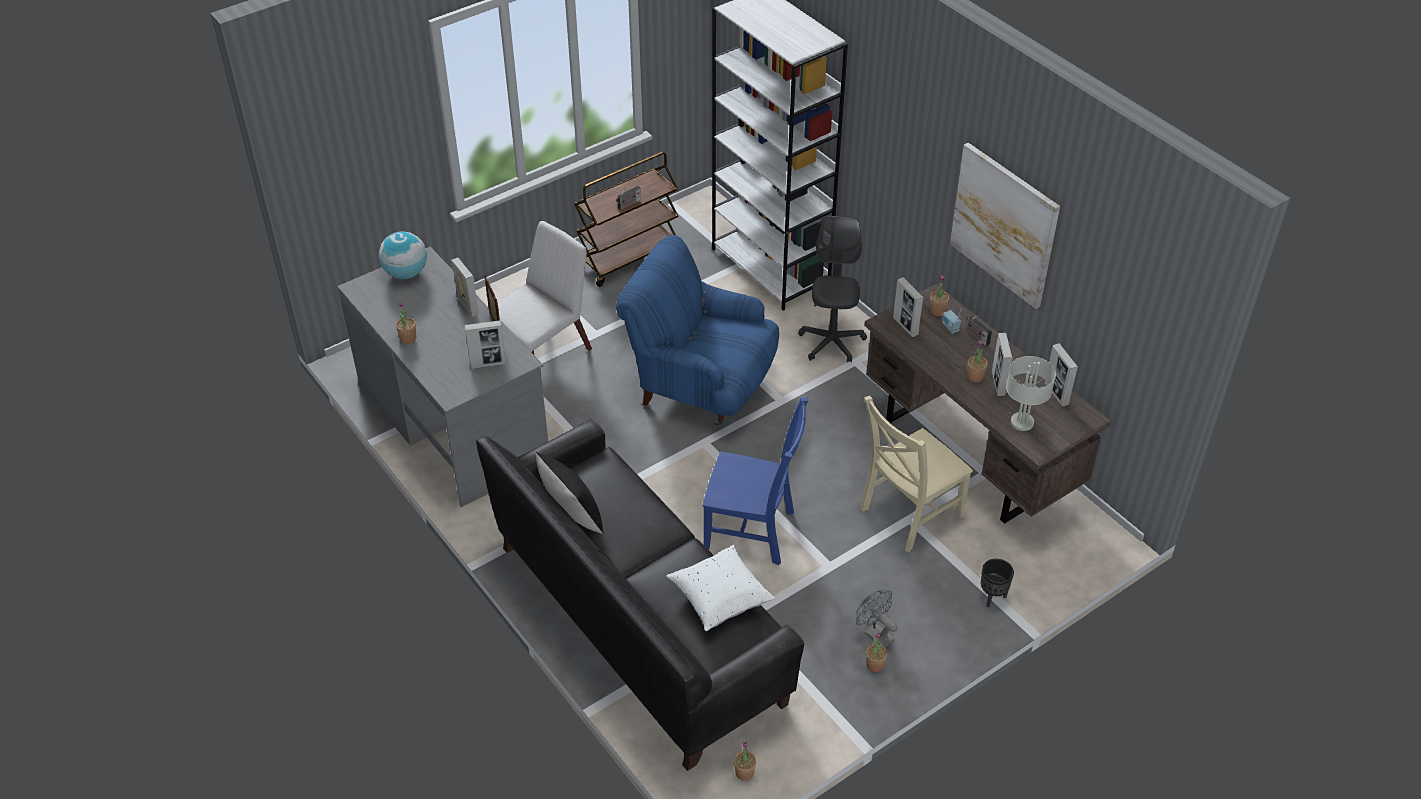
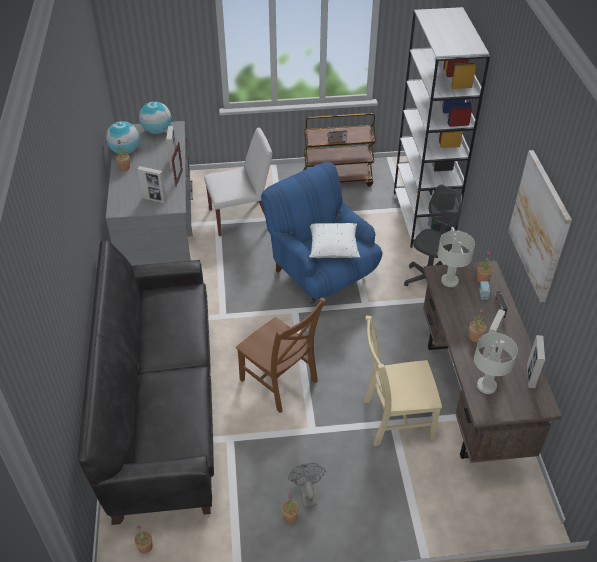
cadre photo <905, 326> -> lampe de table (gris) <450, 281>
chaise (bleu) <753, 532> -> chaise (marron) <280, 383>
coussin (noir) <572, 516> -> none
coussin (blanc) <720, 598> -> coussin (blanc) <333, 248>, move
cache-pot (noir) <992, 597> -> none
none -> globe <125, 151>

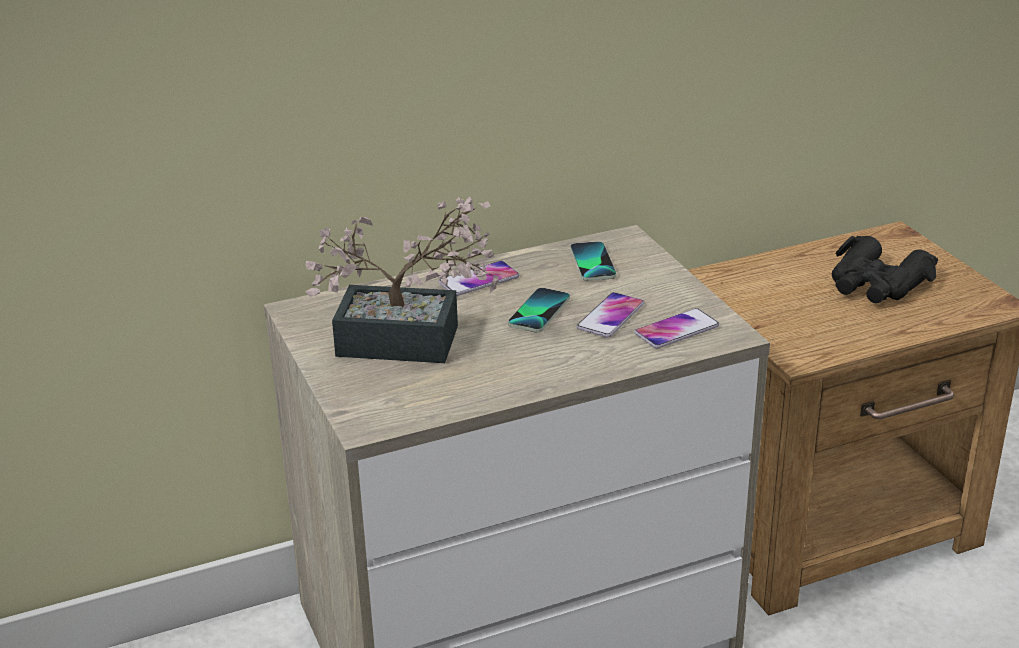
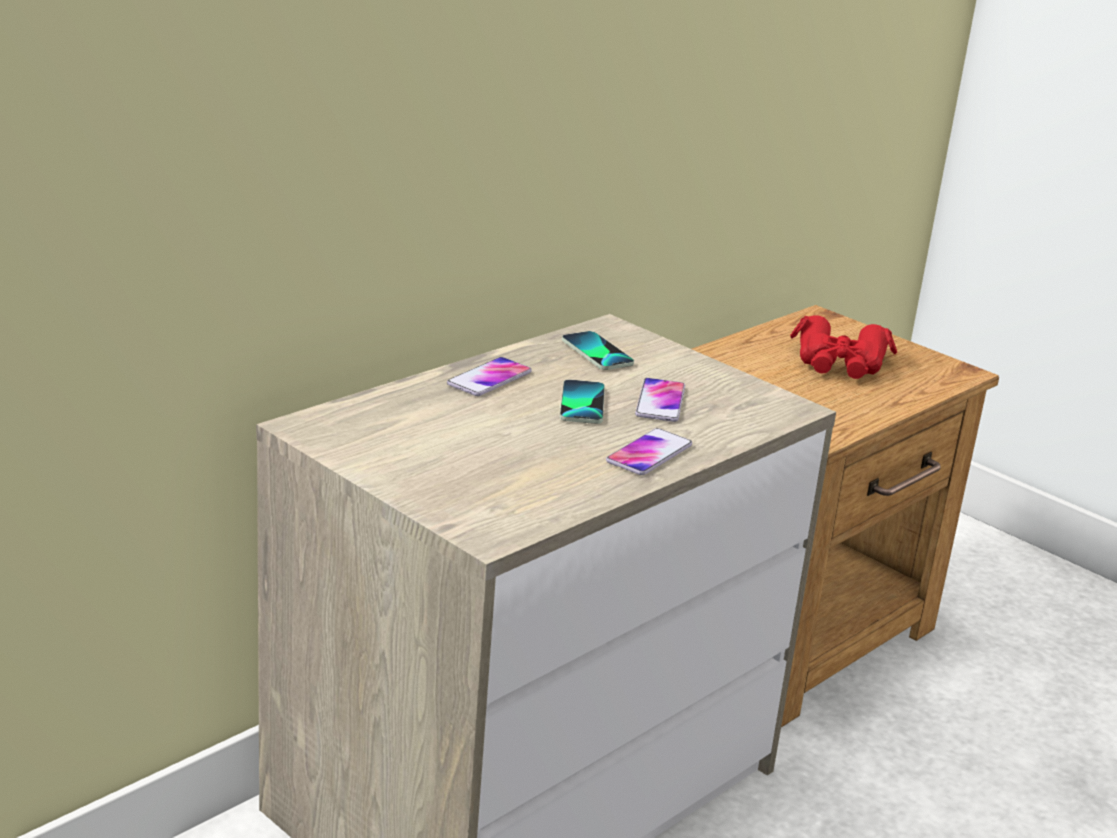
plante en pot <412, 342> -> none
jumelles (noir) <876, 284> -> jumelles (rouge) <840, 363>
téléphone <676, 330> -> téléphone <649, 453>, move

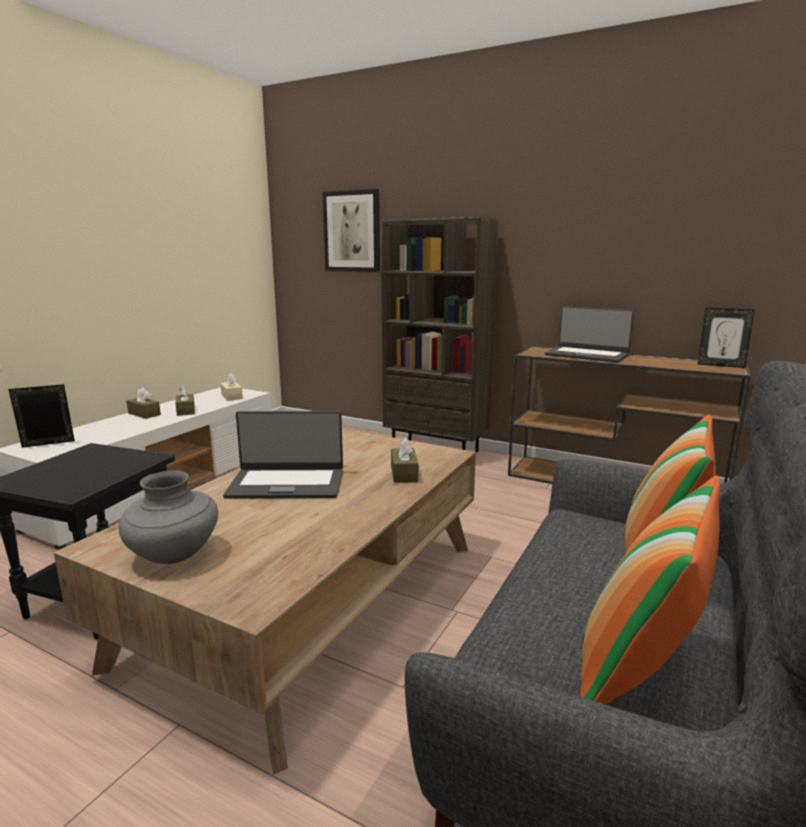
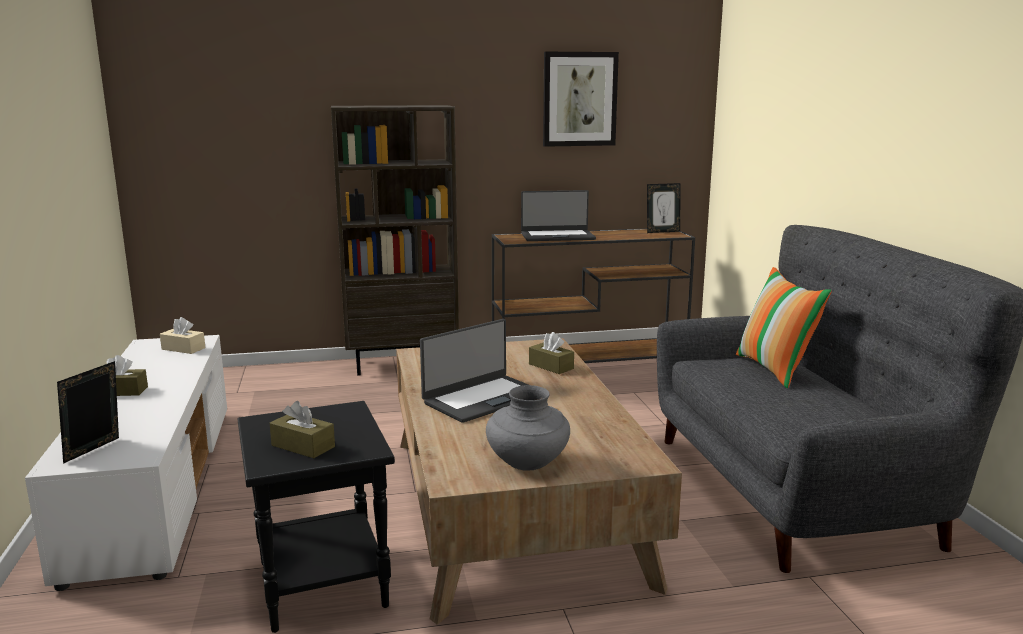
tableau <352, 231> -> tableau <579, 99>, move
boîte à mouchoirs (marron) <186, 411> -> boîte à mouchoirs (marron) <303, 446>, move
coussin <640, 671> -> none

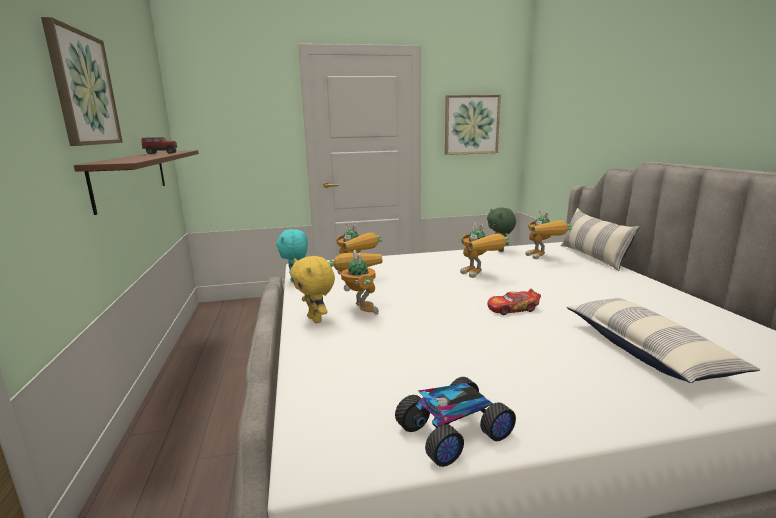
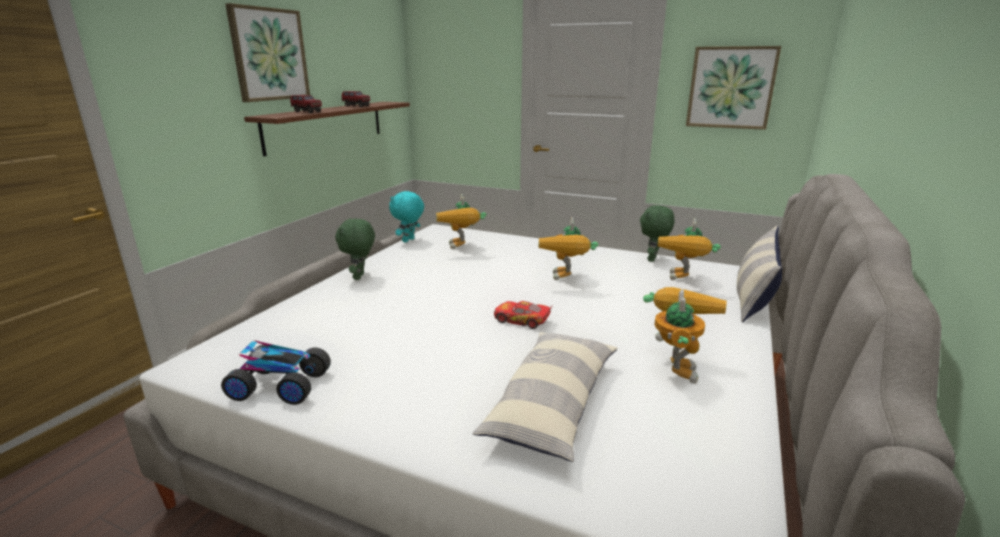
robot jouet <359, 308> -> robot jouet <675, 364>, move
peluche (jaune) <316, 319> -> peluche (vert) <360, 277>
none -> camion jouet <307, 112>

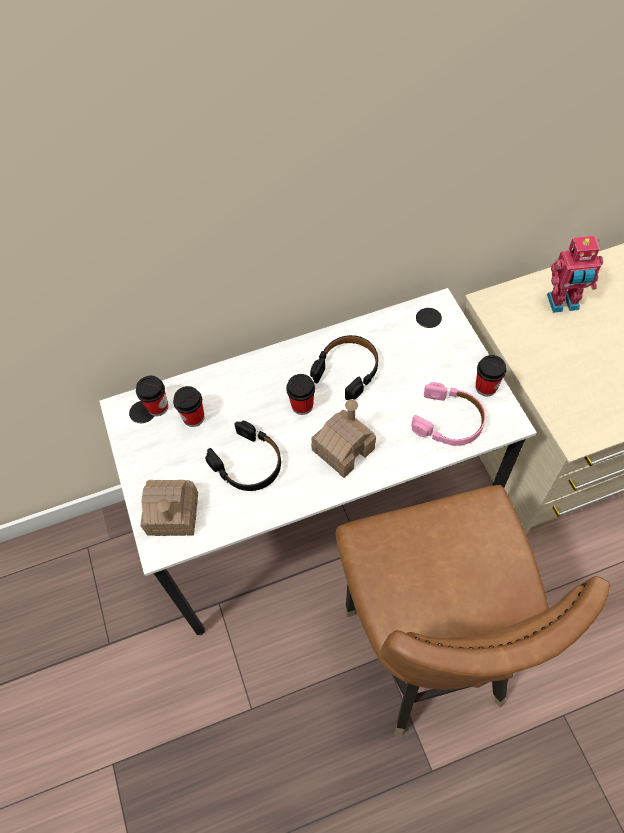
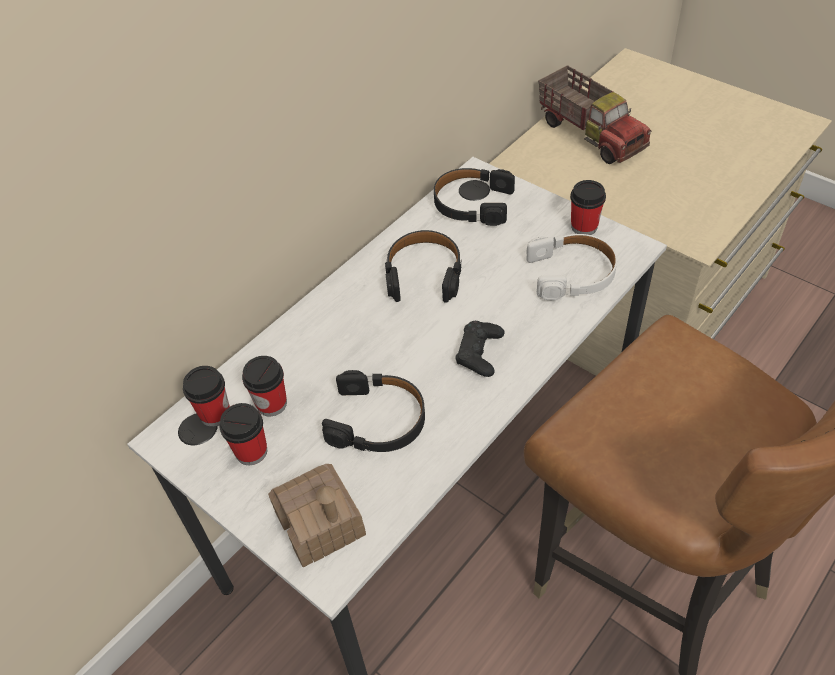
robot jouet <563, 304> -> camion jouet <591, 134>
tasse <302, 405> -> tasse <251, 451>, move
casque audio (rose) <449, 421> -> casque audio (blanc) <572, 273>
maison miniature <343, 449> -> manette (noir) <479, 353>
none -> casque audio (noir) <472, 204>

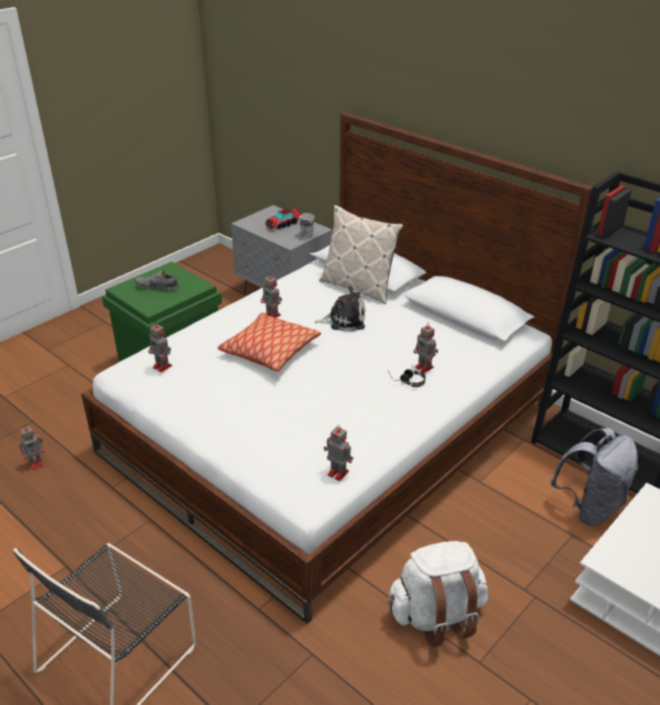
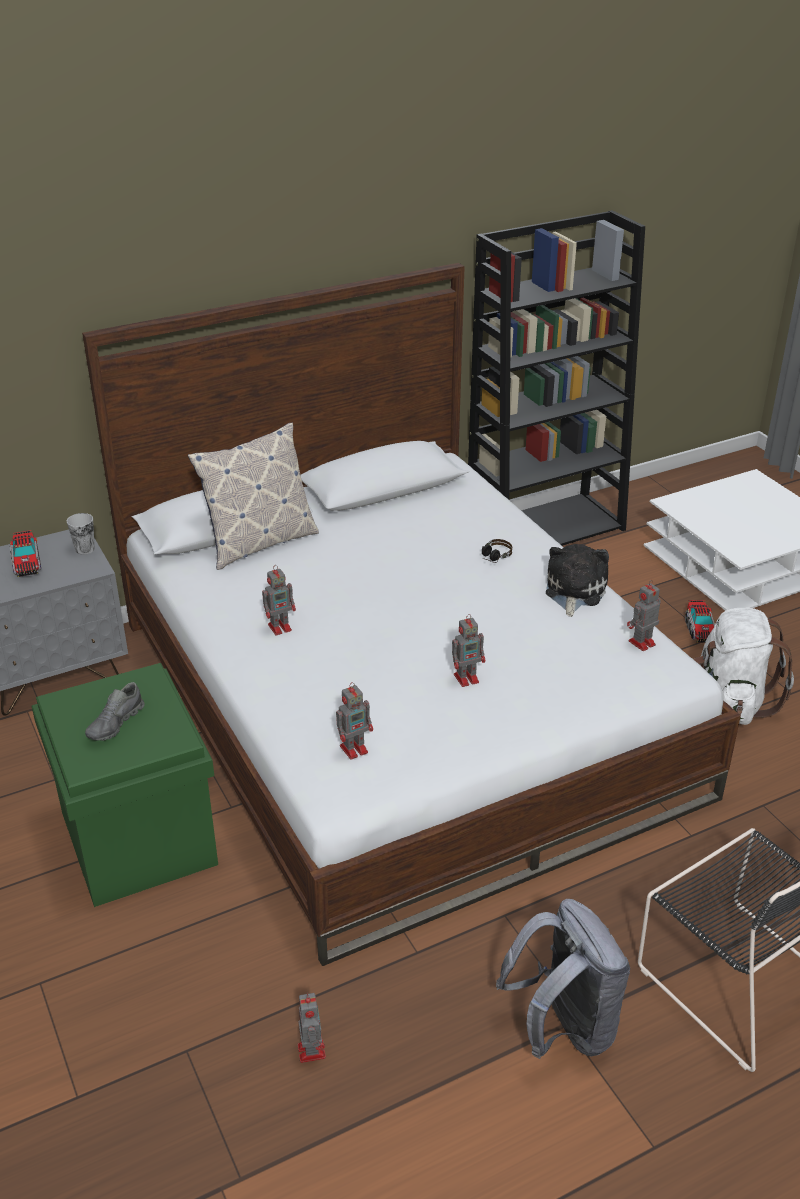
peluche <344, 320> -> peluche <573, 591>, move
coussin <270, 350> -> none
robot jouet <425, 368> -> robot jouet <467, 678>, move
sac à dos (gris) <590, 507> -> sac à dos (gris) <563, 1028>, move
none -> camion jouet <699, 629>

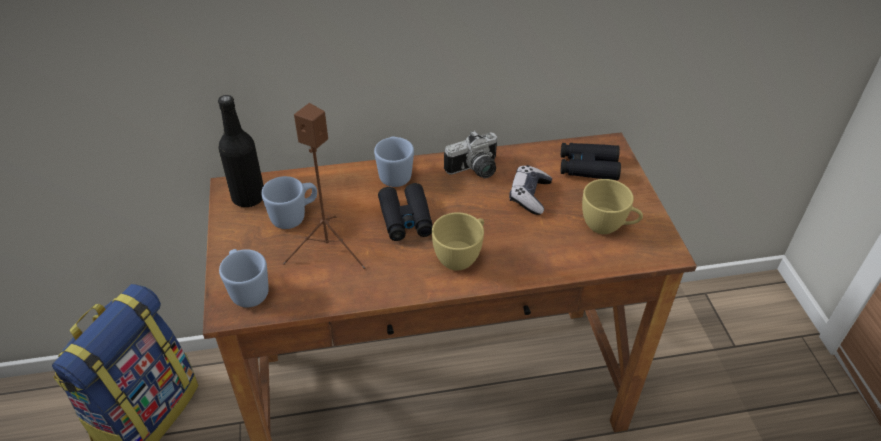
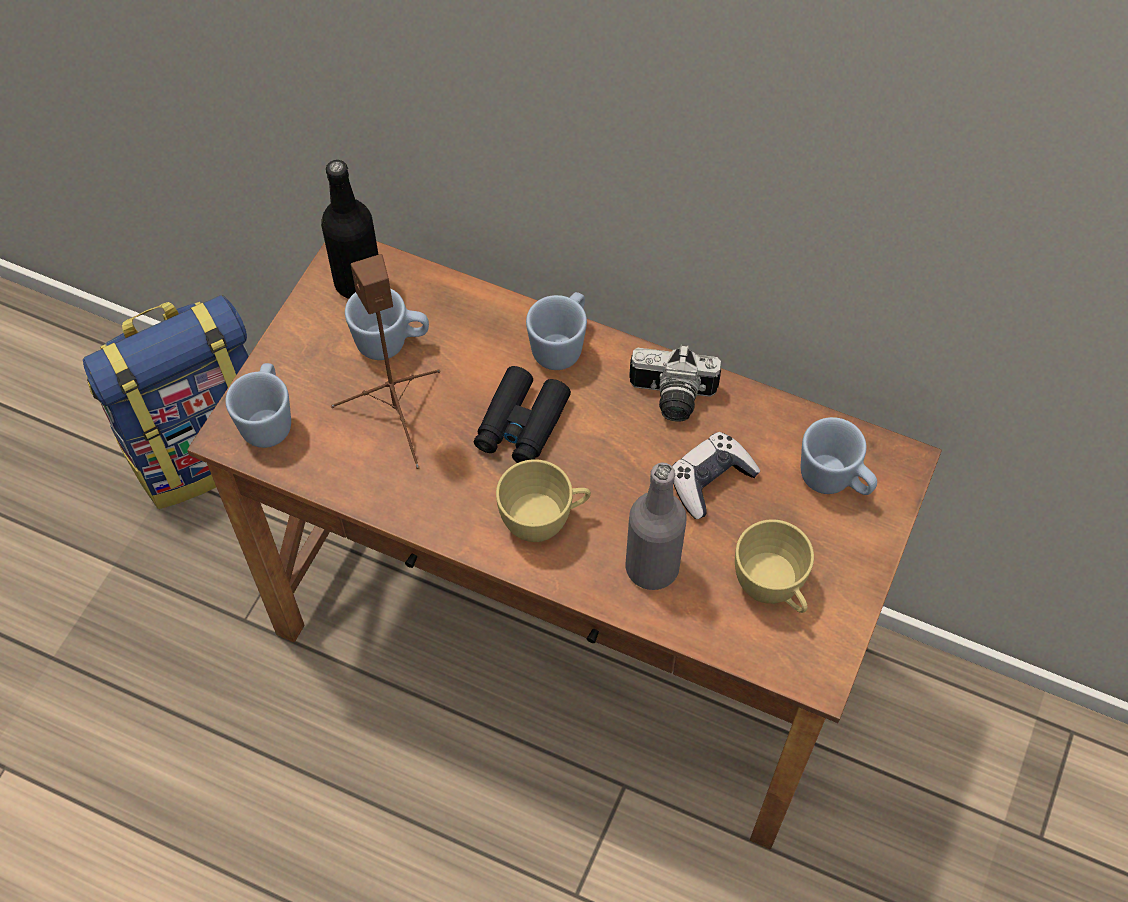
jumelles (noir) <588, 167> -> mug (bleu) <834, 481>
none -> bouteille (gris) <652, 567>

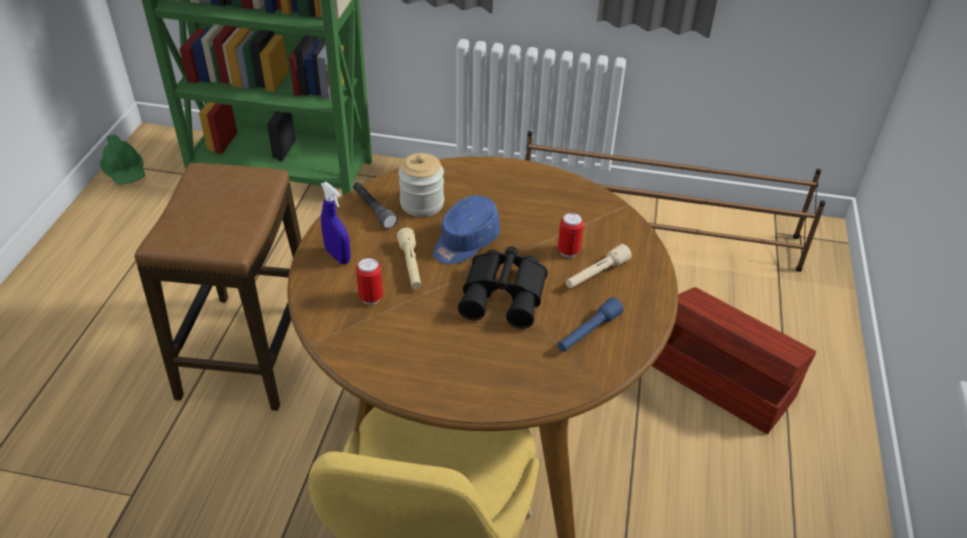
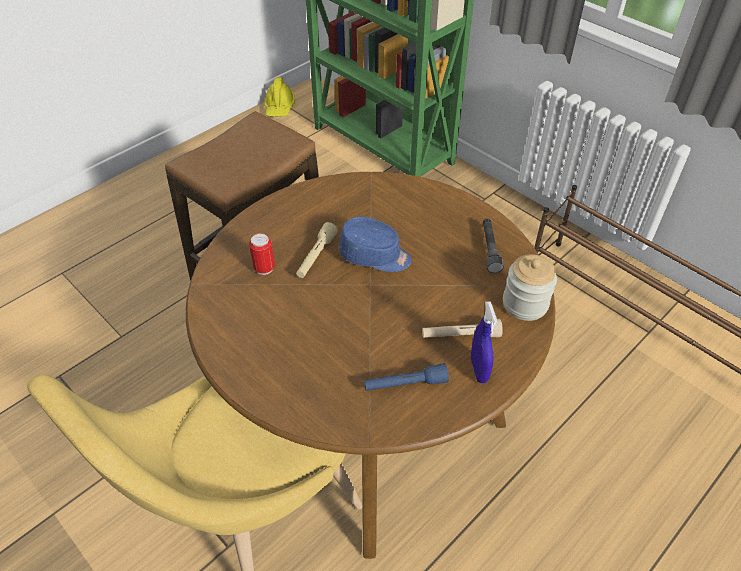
casque de chantier (vert) <125, 171> -> casque de chantier (jaune) <279, 107>
bocal <422, 204> -> bocal <525, 304>, move
vaporisateur (bleu) <338, 256> -> vaporisateur (bleu) <479, 370>, move
lampe de poche (gris) <373, 210> -> lampe de poche (gris) <489, 250>, move
casquette (bleu) <465, 242> -> casquette (bleu) <375, 256>, 150 degrees counterclockwise
boîte métallique <568, 251> -> none
jumelles (noir) <506, 294> -> none
boîte de rangement (marron) <721, 378> -> none

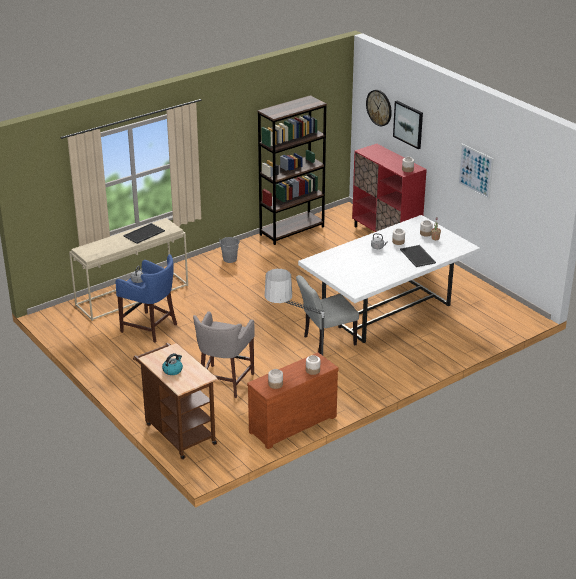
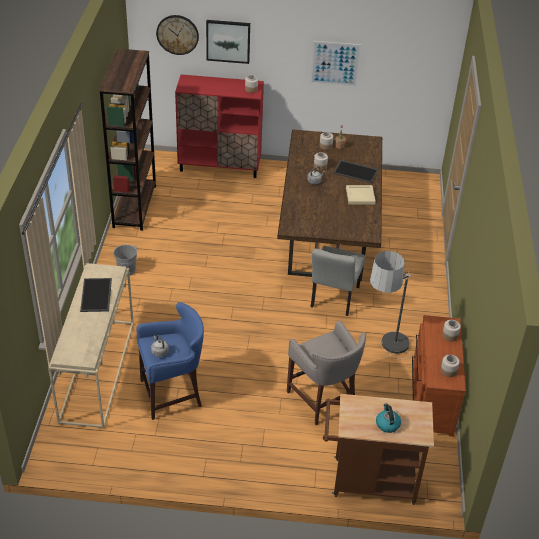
table à manger (blanc) <387, 309> -> table à manger (marron) <328, 236>
none -> plateau (beige) <359, 196>

